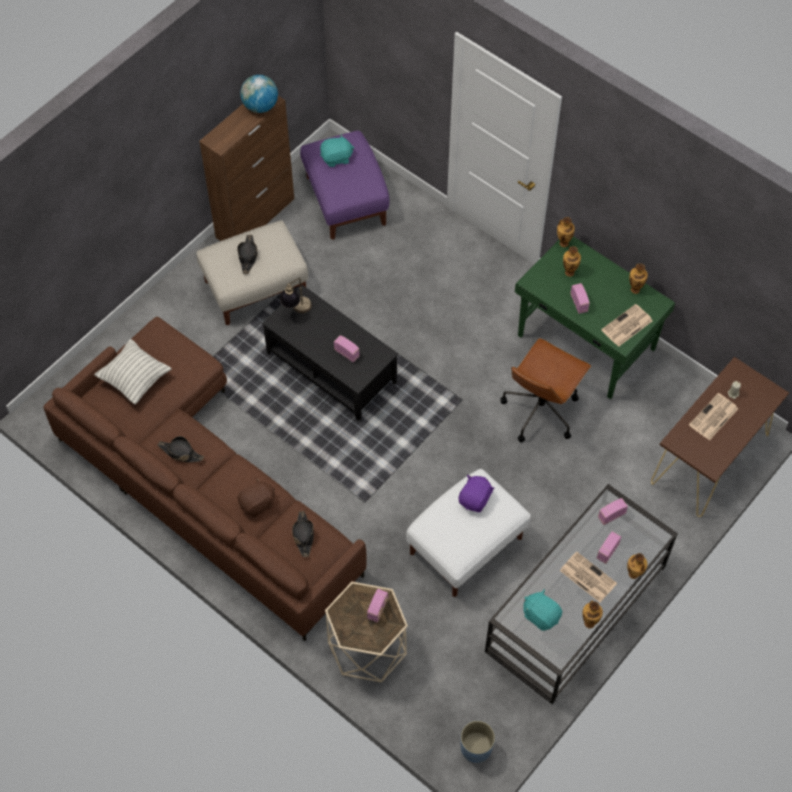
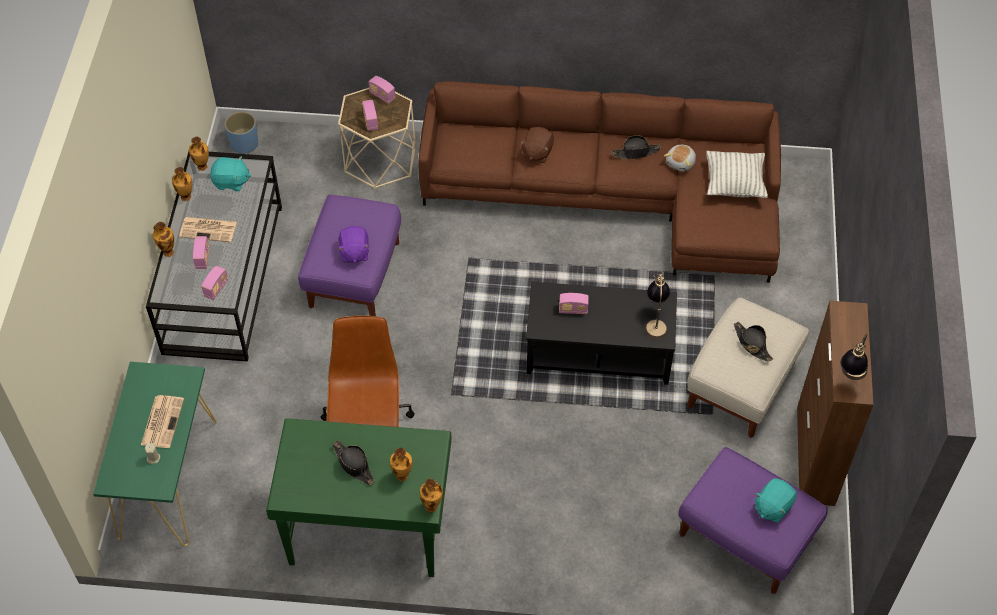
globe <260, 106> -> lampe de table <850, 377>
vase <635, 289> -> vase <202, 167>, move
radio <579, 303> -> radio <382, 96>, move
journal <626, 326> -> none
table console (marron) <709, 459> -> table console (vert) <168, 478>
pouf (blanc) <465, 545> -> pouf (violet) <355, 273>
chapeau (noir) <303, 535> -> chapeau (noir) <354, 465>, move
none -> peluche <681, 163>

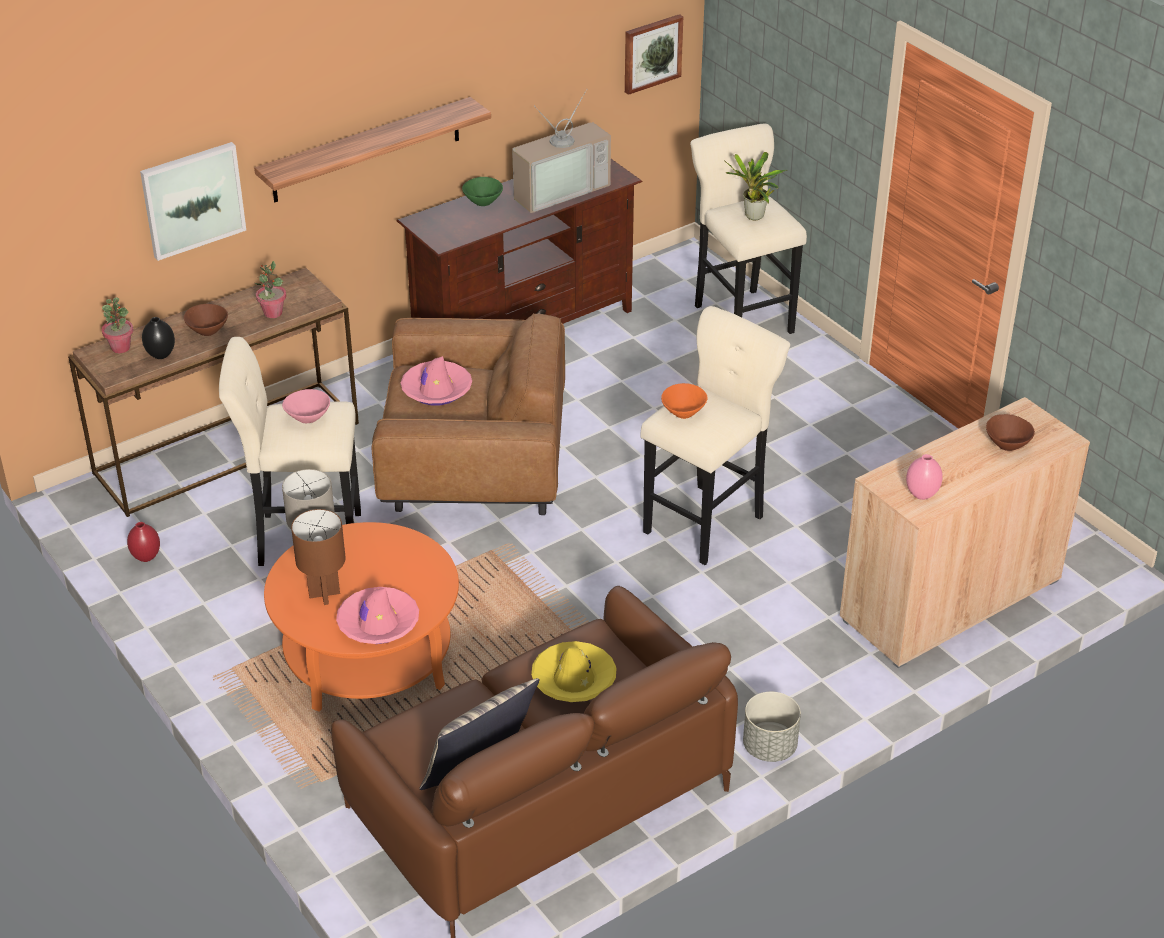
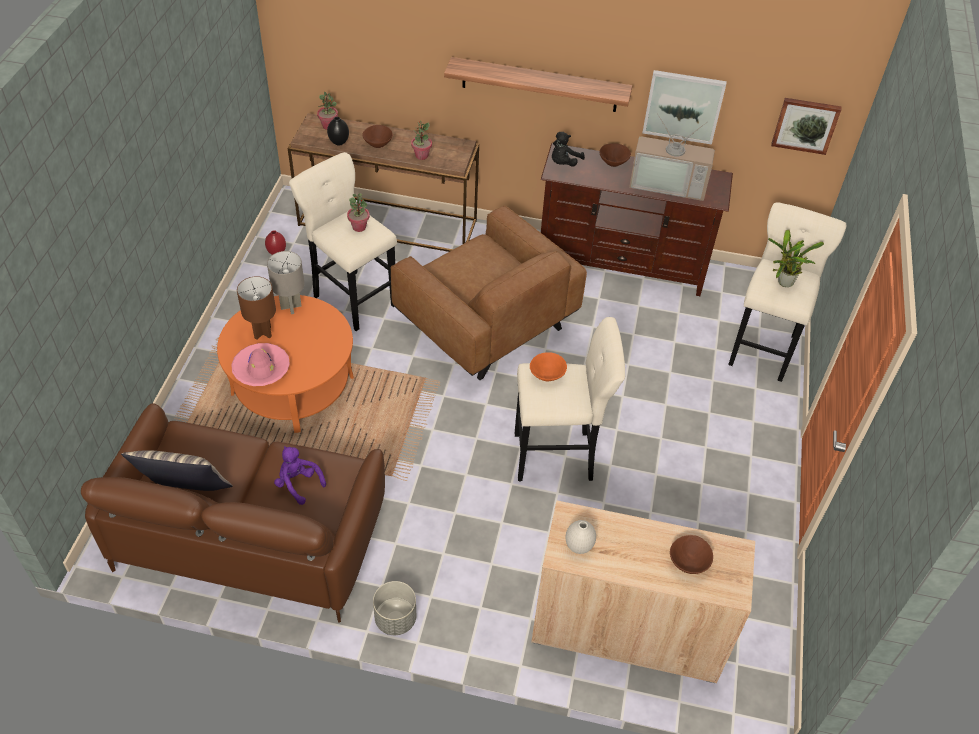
tableau <192, 199> -> tableau <683, 106>, move
bol (vert) <483, 202> -> bol (marron) <613, 163>
chapeau (rose) <436, 390> -> none
bol (rose) <307, 418> -> plante en pot <359, 227>
vase (rose) <922, 494> -> vase (blanc) <579, 547>
chapeau (jaune) <573, 679> -> peluche (violet) <298, 484>
none -> peluche (noir) <563, 163>

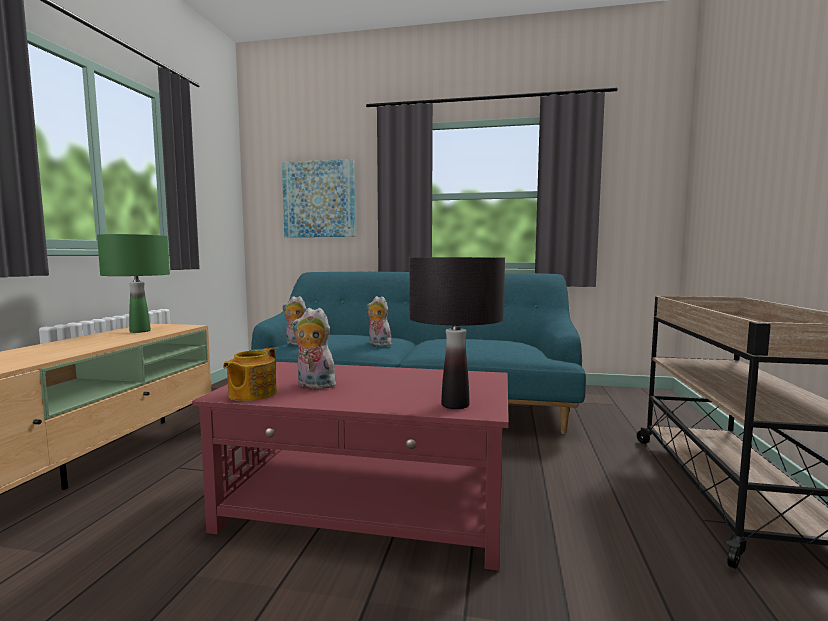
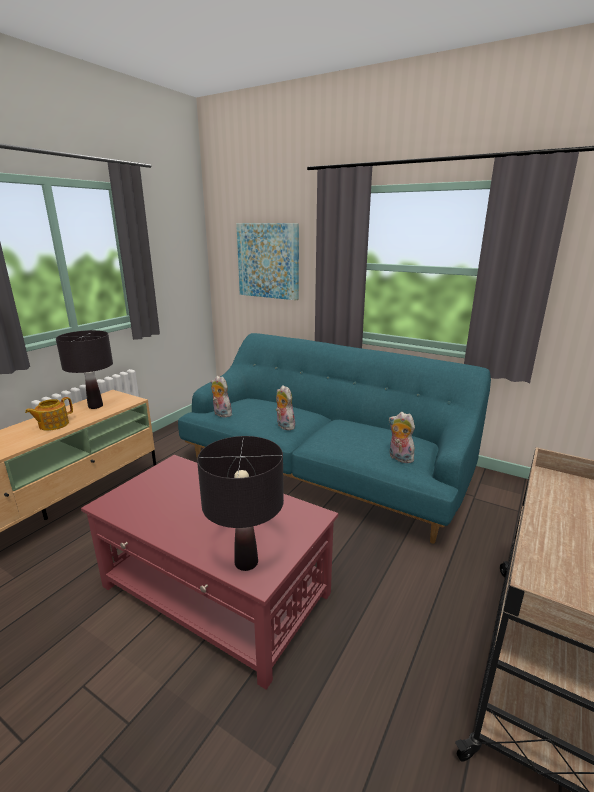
lampe de table (vert) <140, 331> -> lampe de table (noir) <95, 406>
peluche <313, 385> -> peluche <399, 458>, move
théière <251, 394> -> théière <53, 425>, move

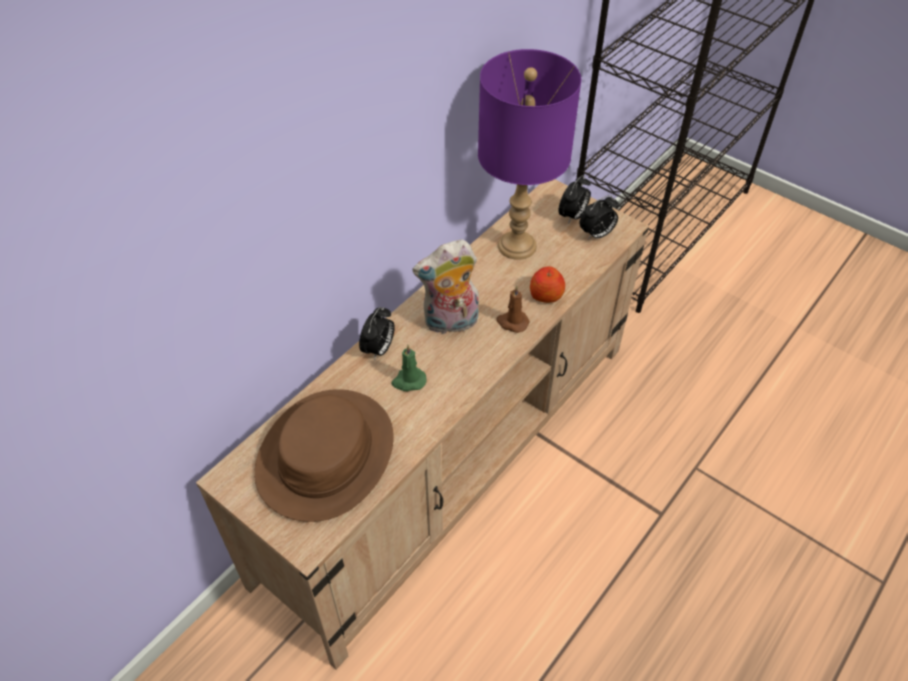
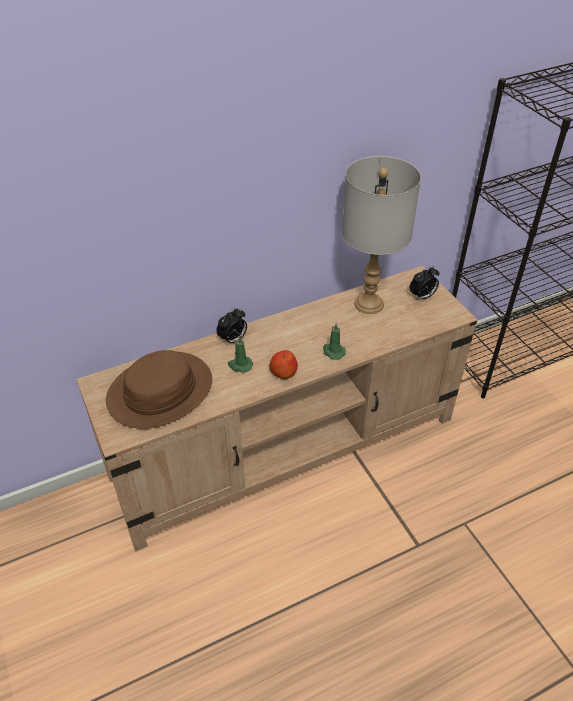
lampe de table (violet) <516, 245> -> lampe de table (gris) <368, 303>
réveil <596, 235> -> none
peluche <450, 323> -> none
pomme <546, 295> -> pomme <283, 372>, move
bougie (marron) <512, 322> -> bougie (vert) <333, 351>

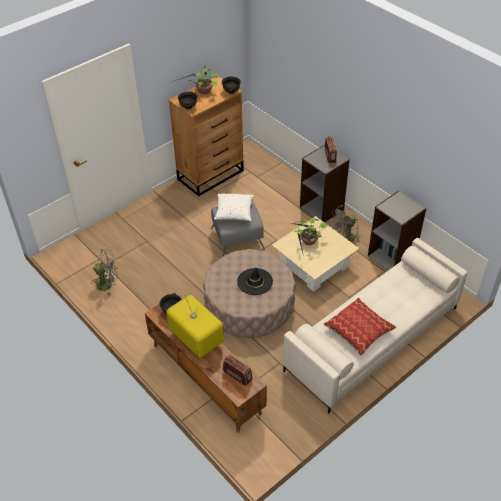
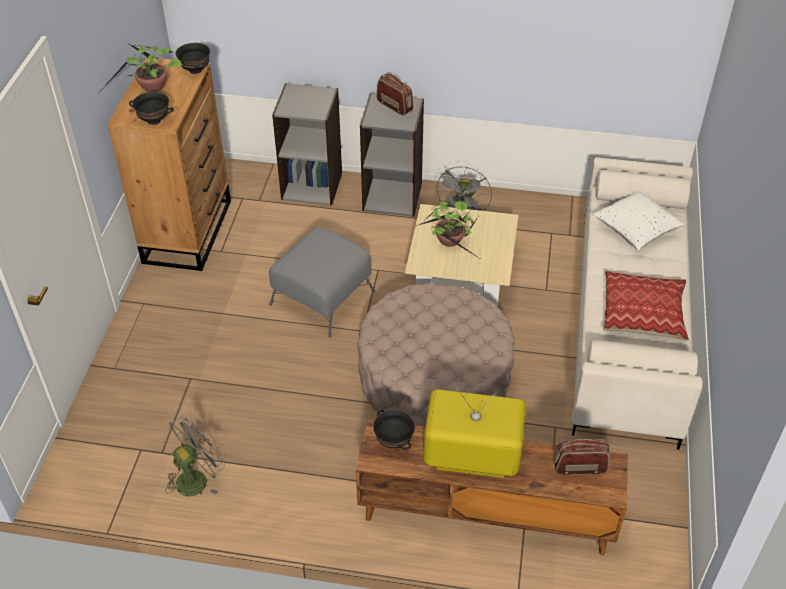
bibliothèque (gris) <391, 257> -> bibliothèque (gris) <312, 185>, move
coussin (blanc) <234, 213> -> coussin (blanc) <636, 230>, move
chapeau (noir) <255, 282> -> none

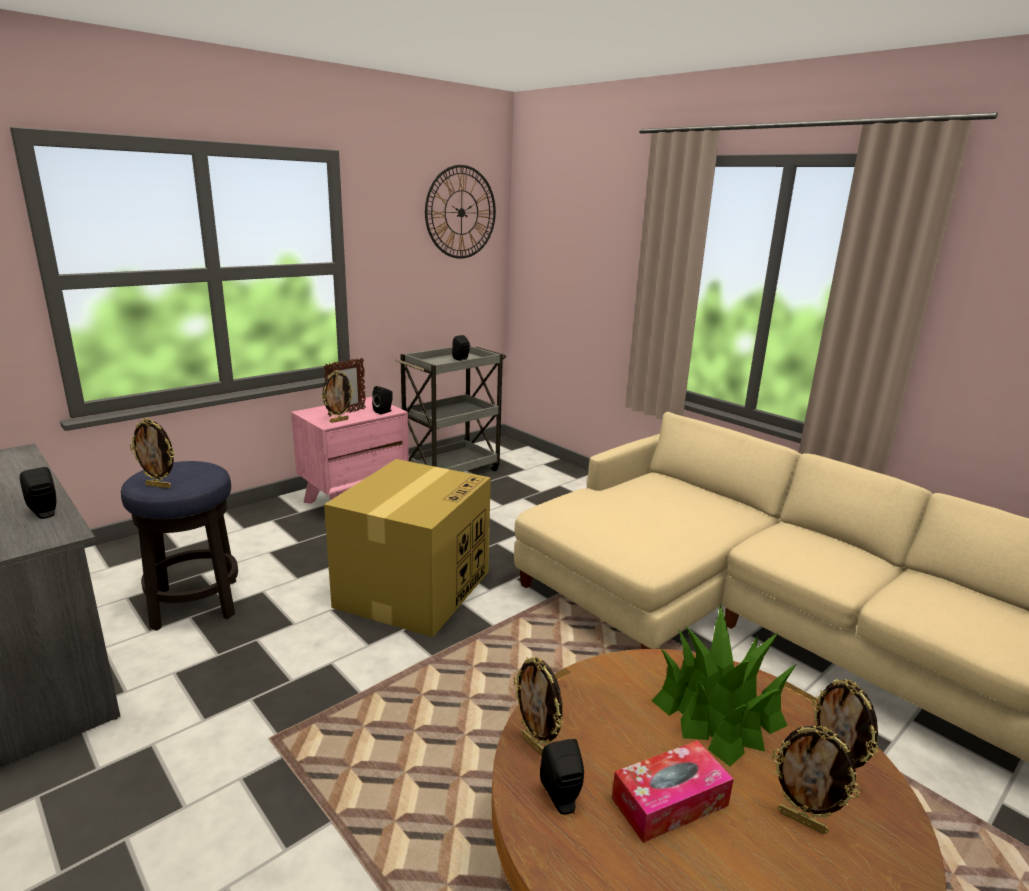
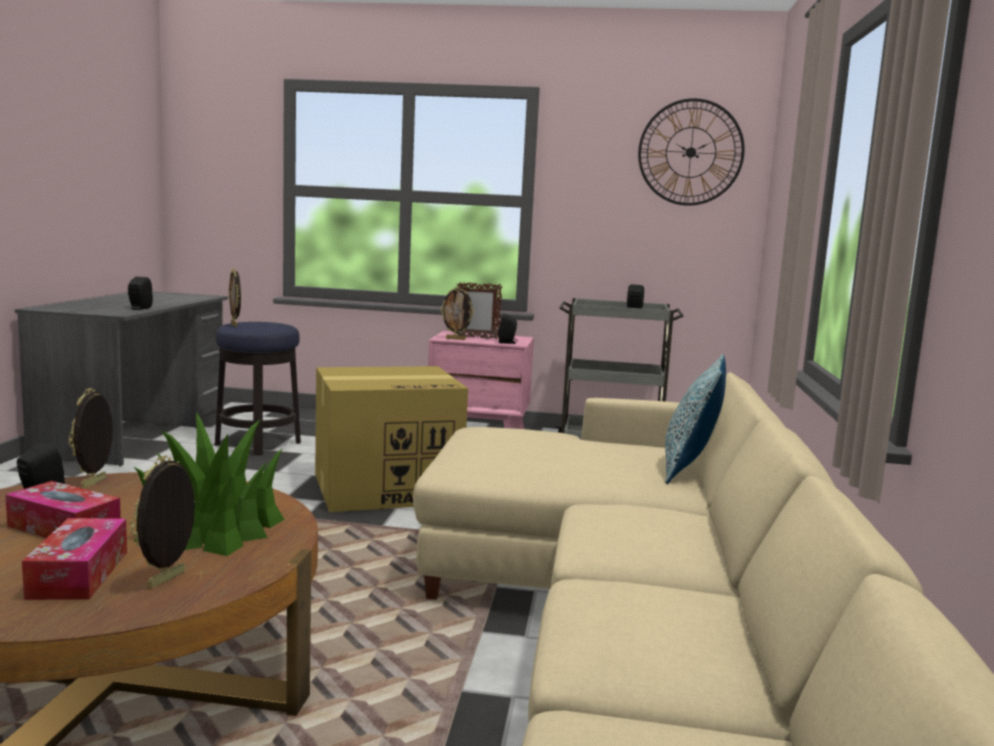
cadre photo <802, 821> -> boîte à mouchoirs <79, 574>
none -> coussin <689, 469>

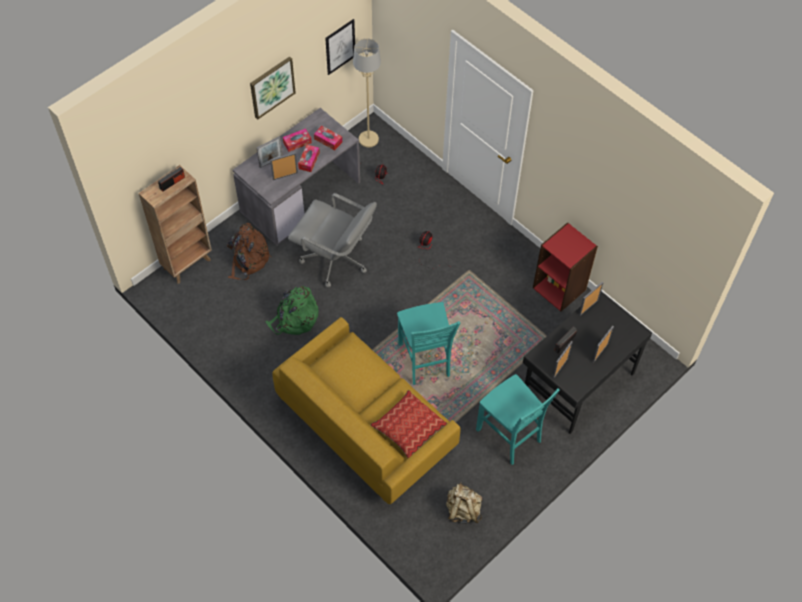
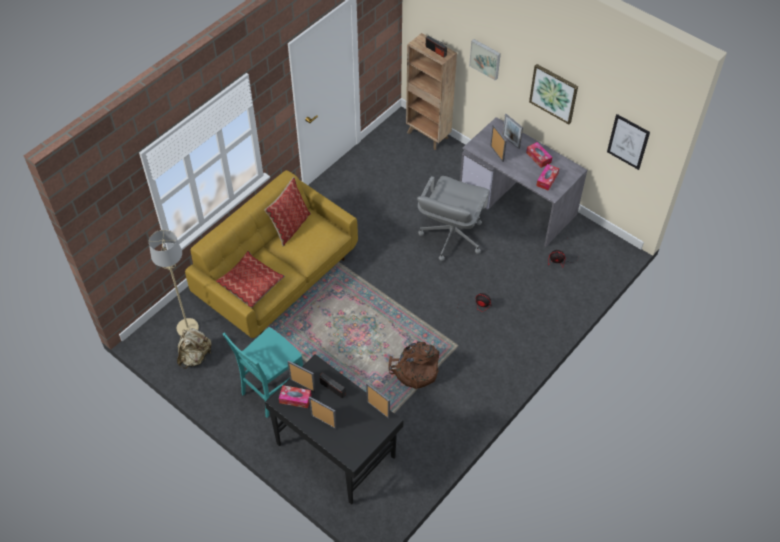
lampadaire (beige) <368, 139> -> lampadaire (beige) <188, 328>, move
boîte à mouchoirs <309, 161> -> boîte à mouchoirs <295, 399>, move
bibliothèque (rouge) <559, 288> -> none
sac à dos (marron) <248, 259> -> sac à dos (marron) <414, 371>, move
sac à dos (vert) <294, 319> -> none
chaise (turquoise) <425, 361> -> none
none -> tableau <485, 58>
none -> coussin <290, 226>

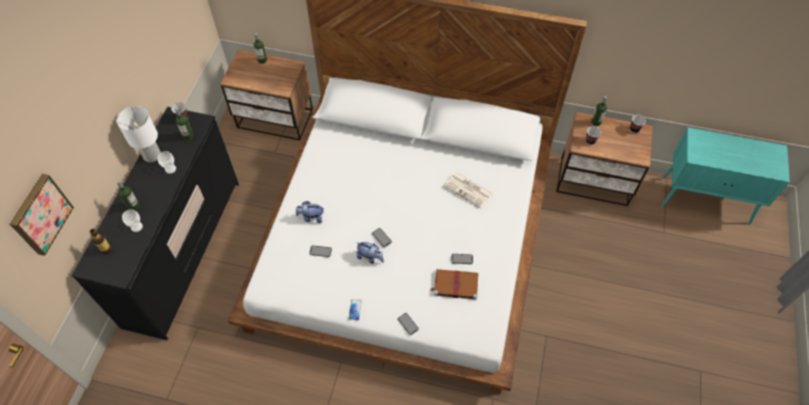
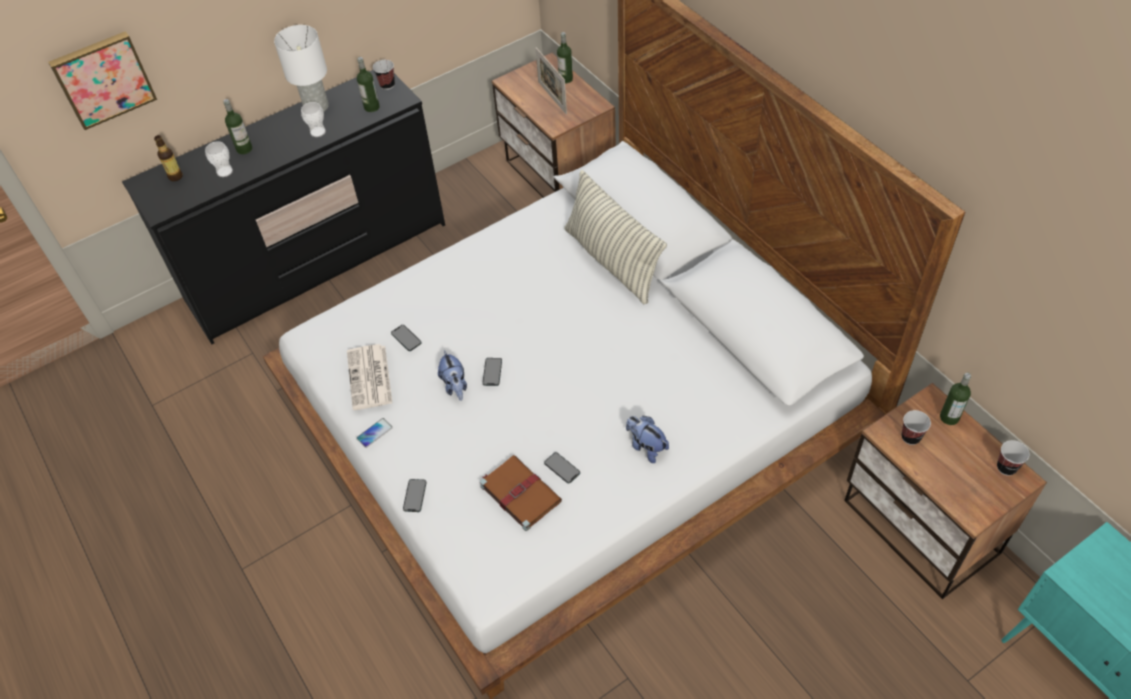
journal <469, 190> -> journal <370, 378>, move
peluche <311, 217> -> peluche <646, 447>, move
none -> cadre photo <552, 98>
none -> coussin <612, 261>

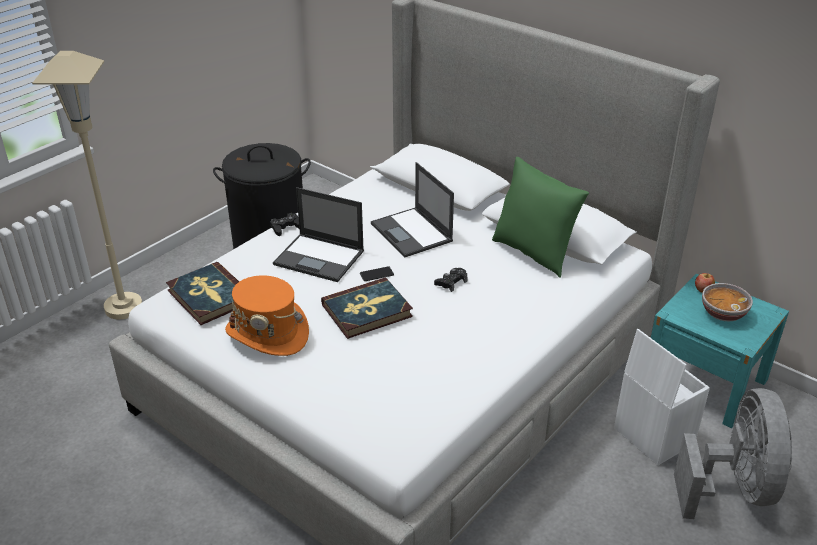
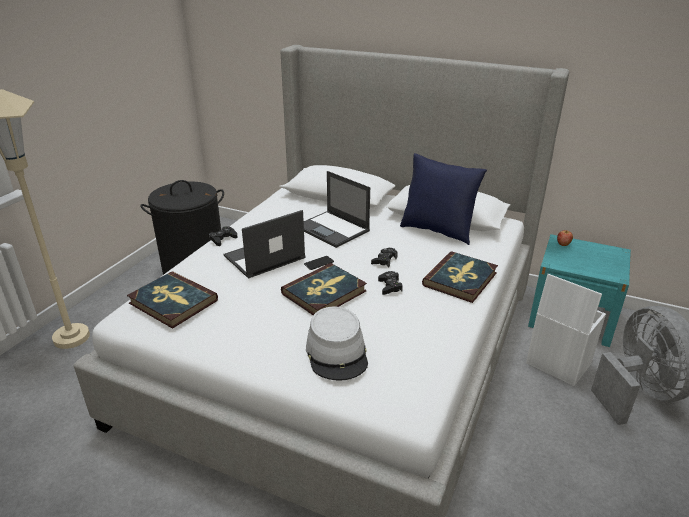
coussin (vert) <534, 253> -> coussin (bleu) <437, 231>
ordinateur portable <320, 258> -> ordinateur portable <263, 257>, 135 degrees clockwise
chapeau (orange) <268, 333> -> none
bol <722, 313> -> none
none -> livre <460, 279>
none -> manette (noir) <390, 286>
none -> chapeau (gris) <337, 352>

